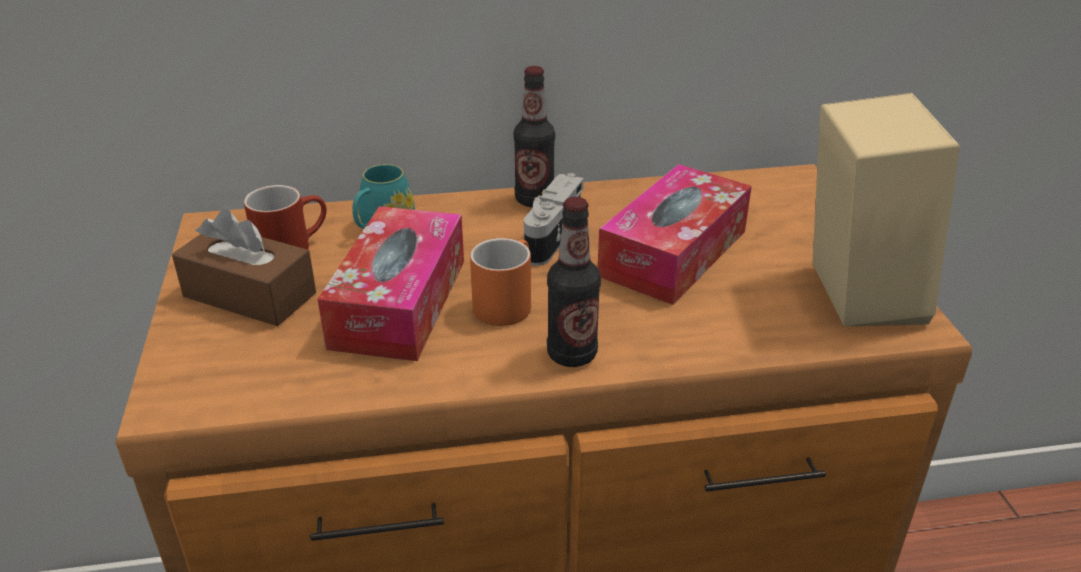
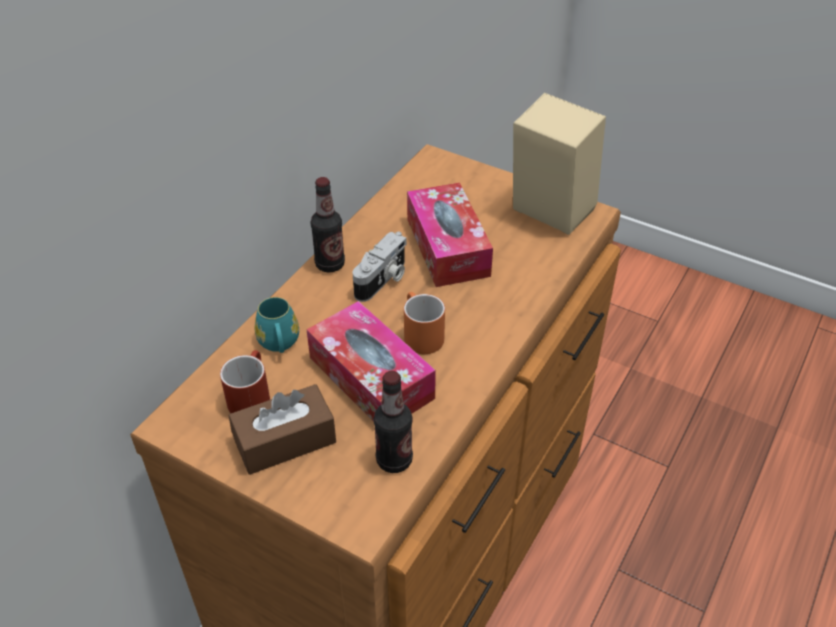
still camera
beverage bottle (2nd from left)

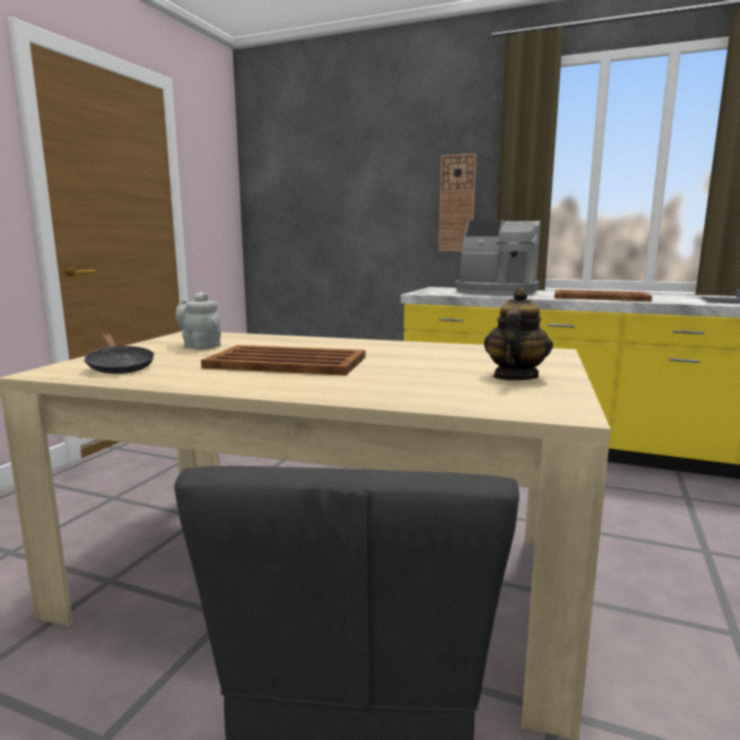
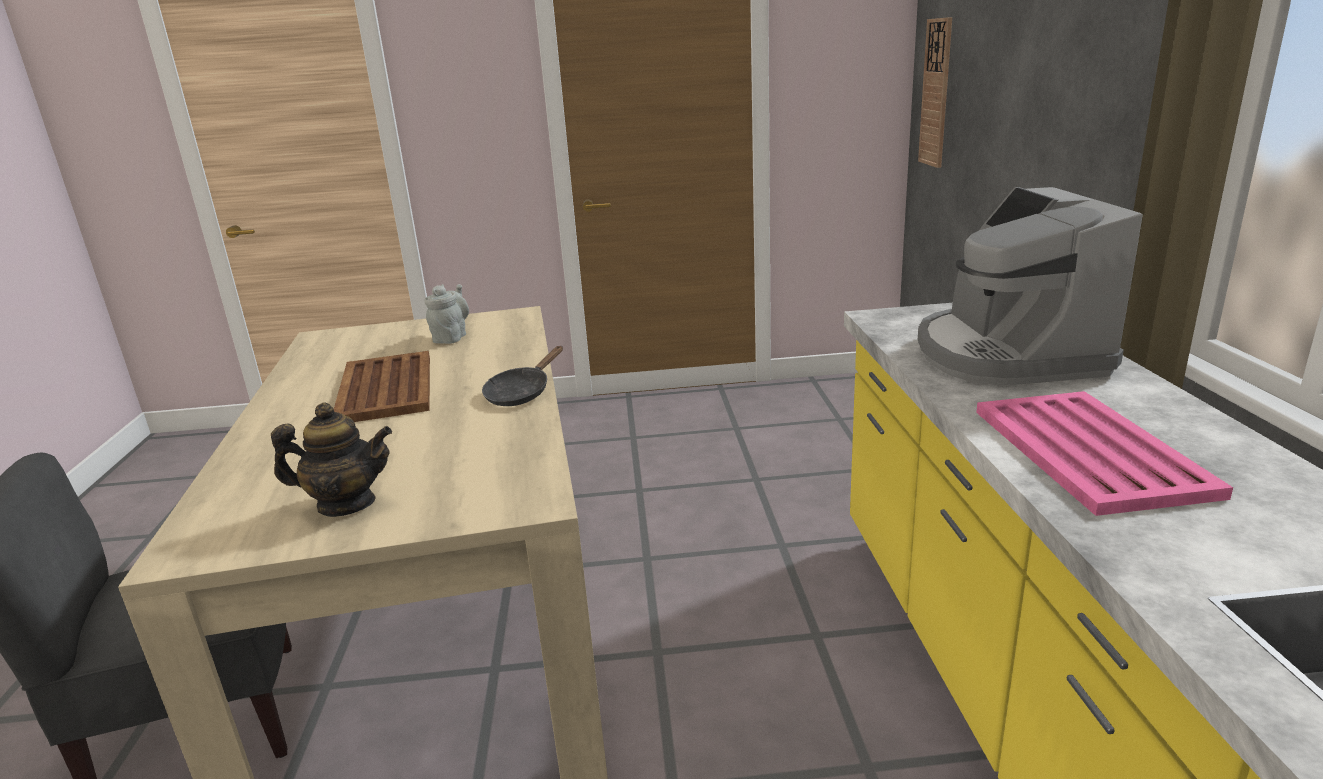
hanging clock
pink-coloured serving tray
black-coloured pan

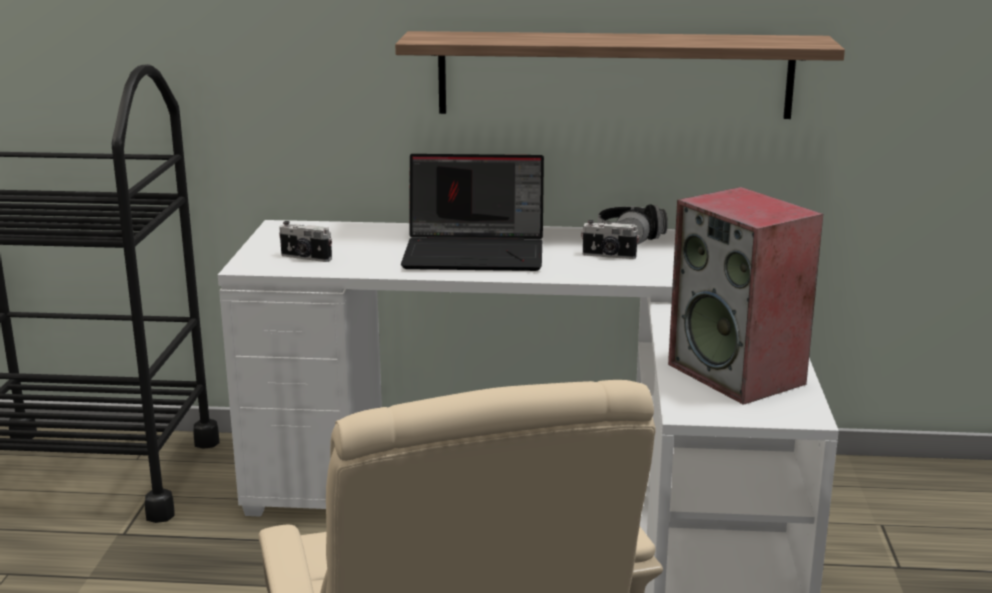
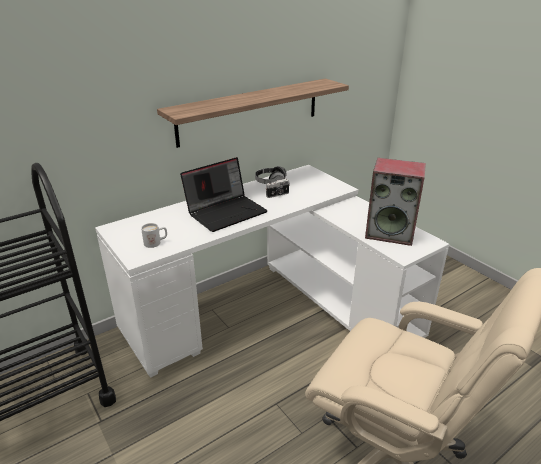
white-coloured coffee mug

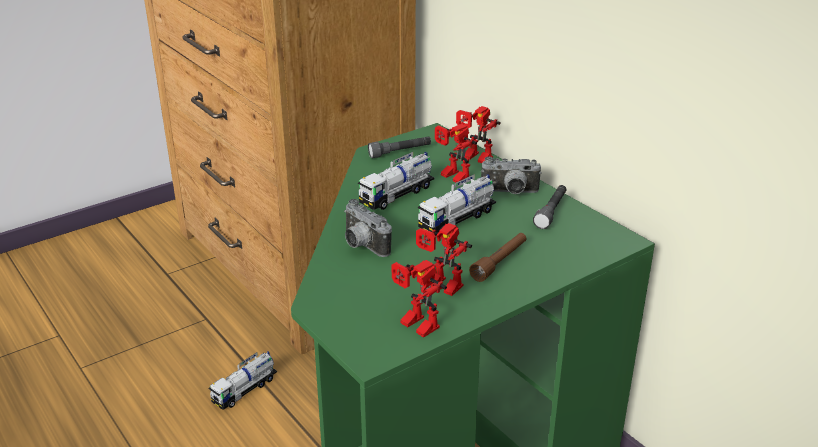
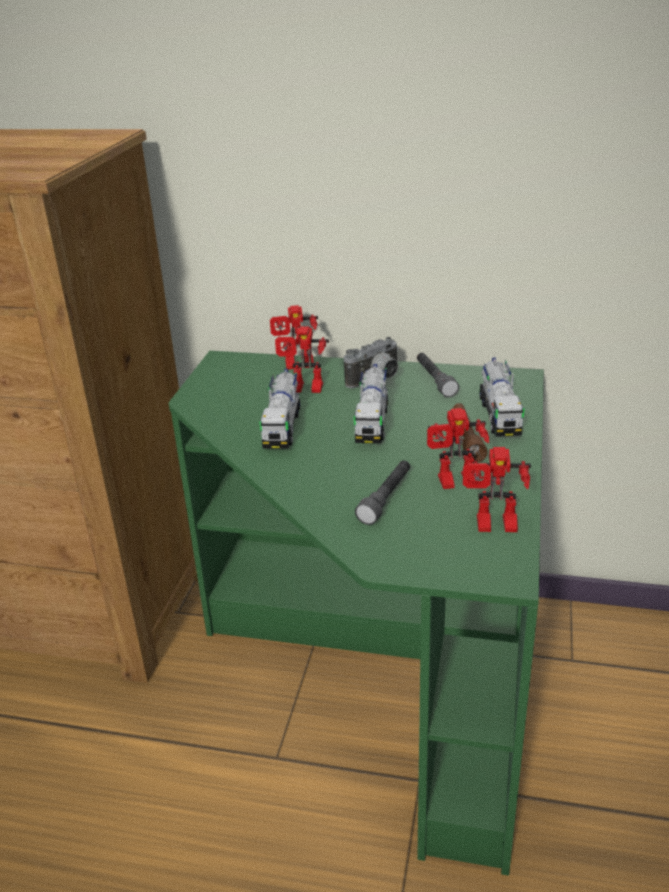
grey hand torch (1st from left)
still camera (1st from left in the first image)
toy truck (3rd from left)

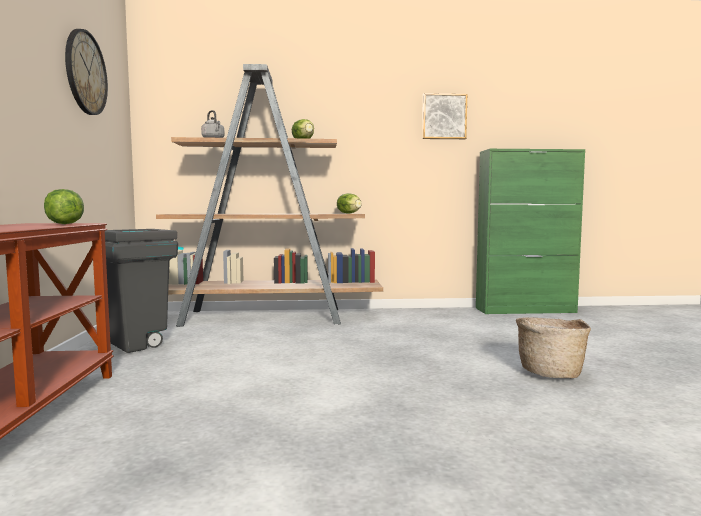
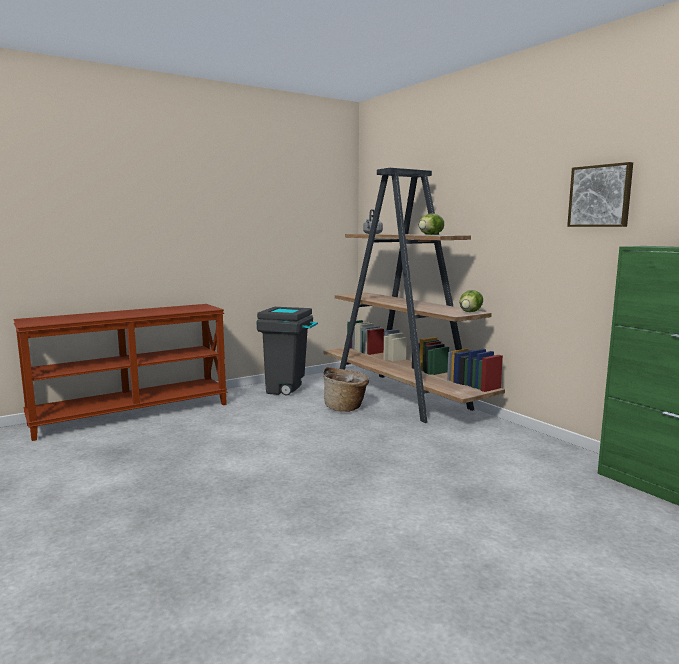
hanging clock
head of lettuce (1st from left in the first image)
household basket

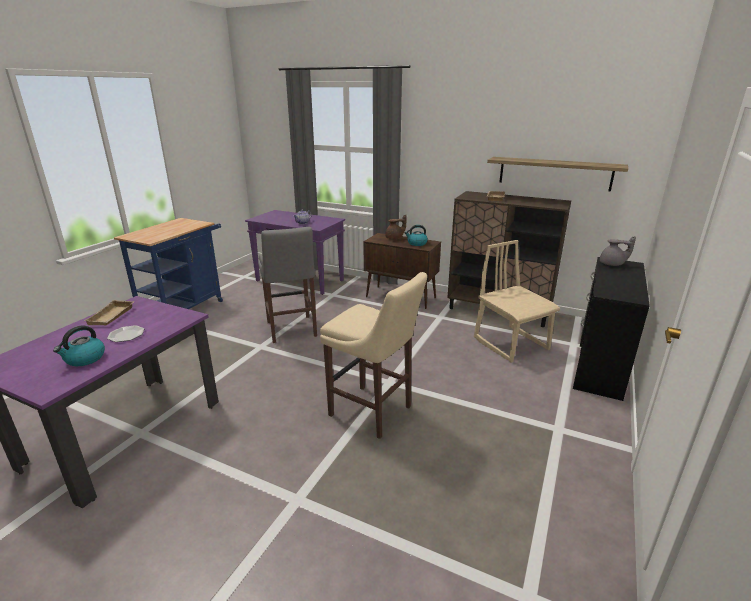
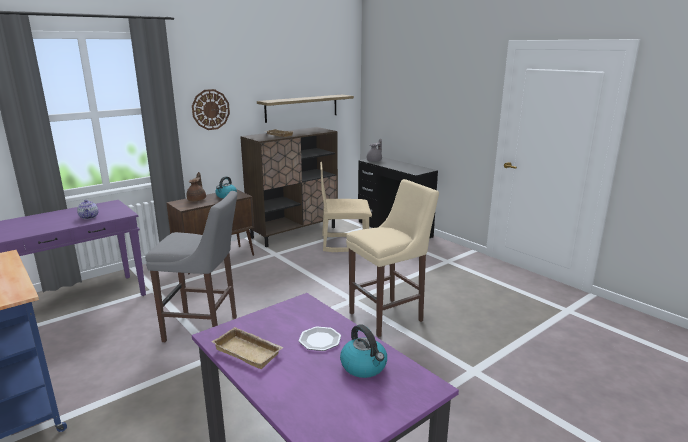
hanging clock

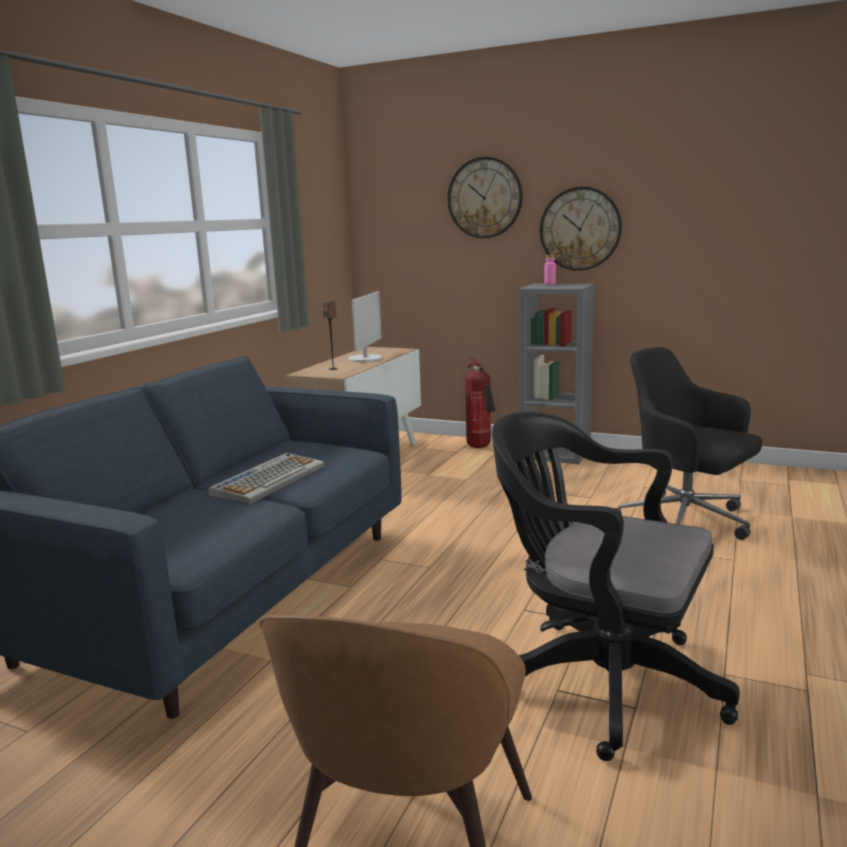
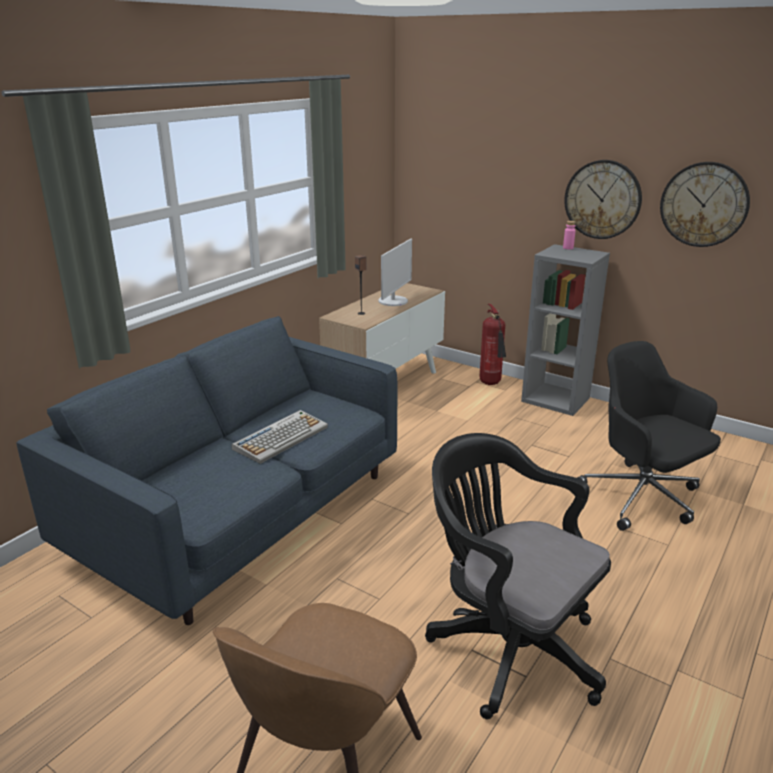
hanging clock (2nd from left)

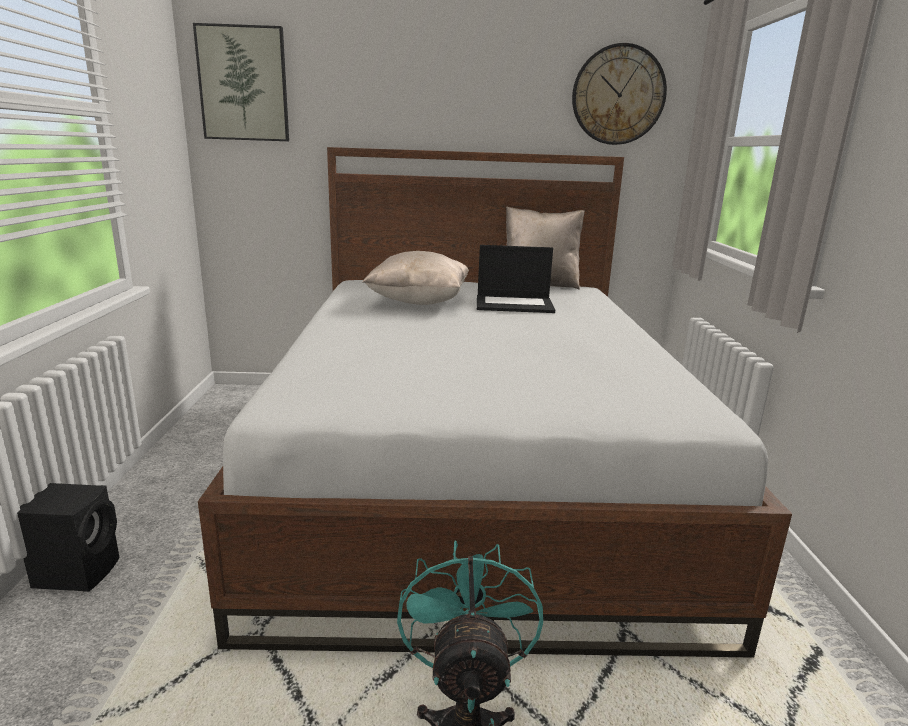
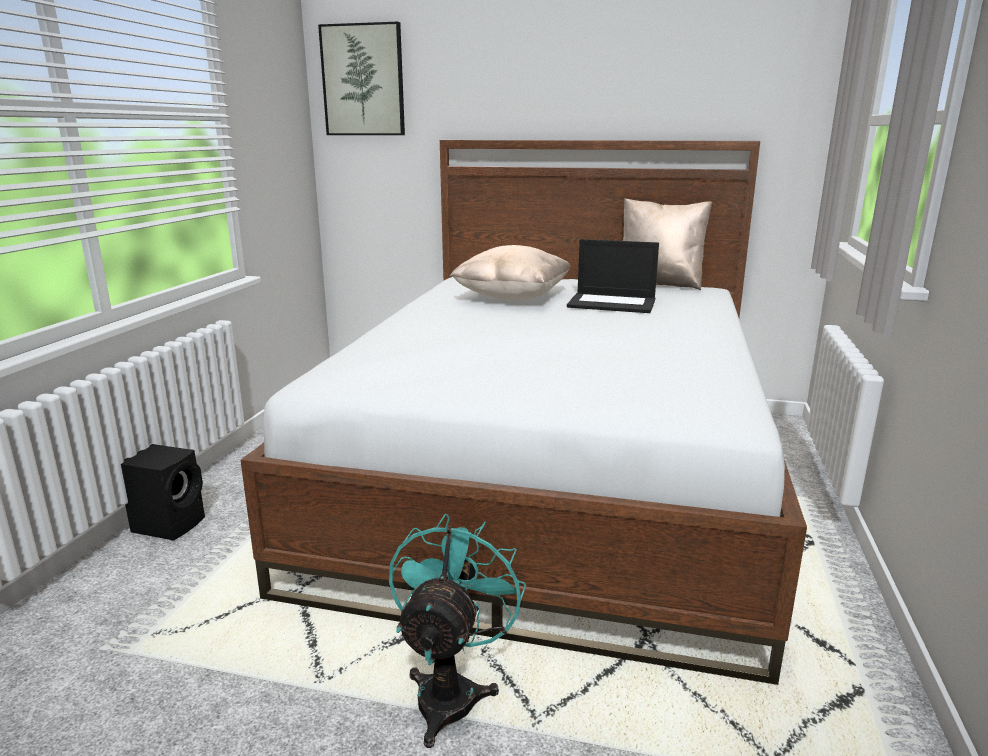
hanging clock

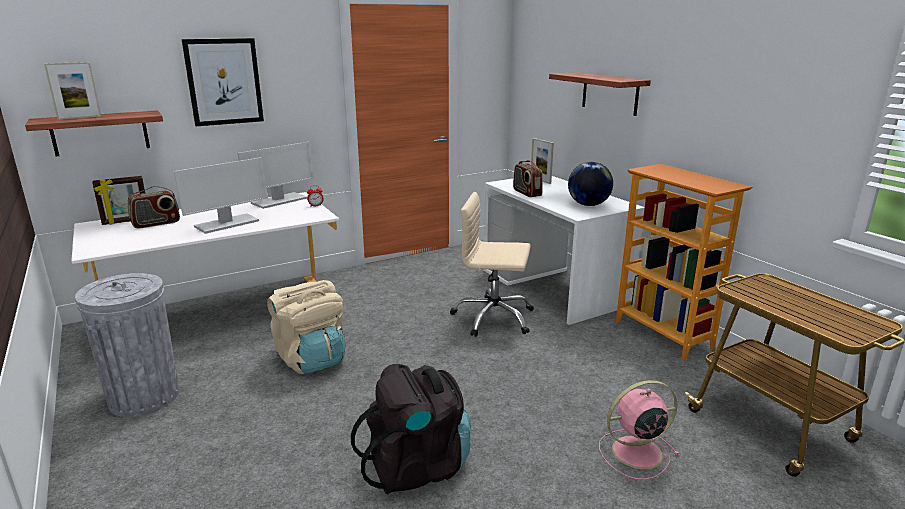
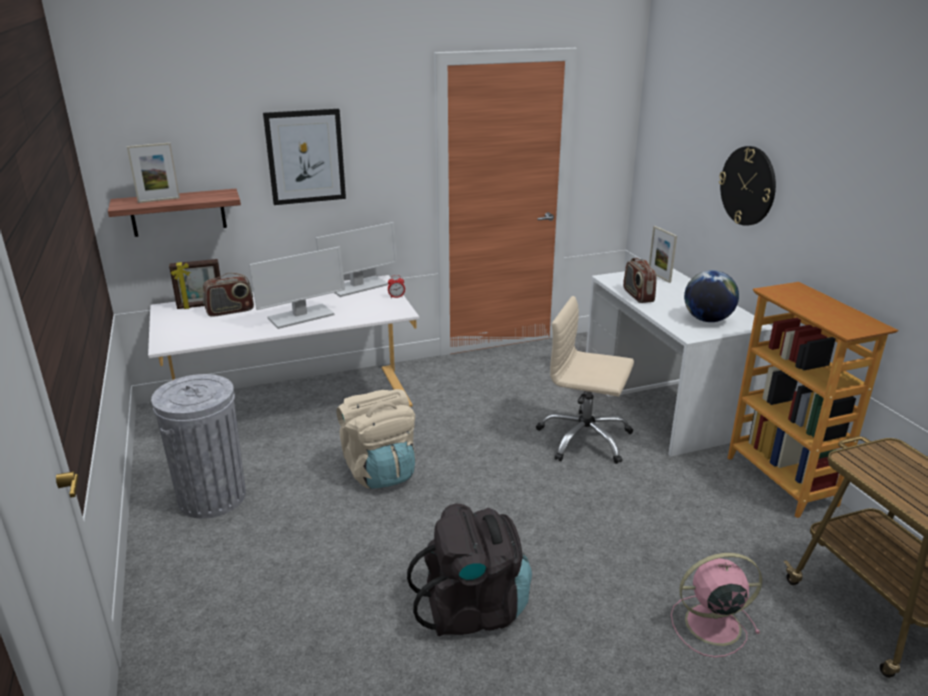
hanging clock

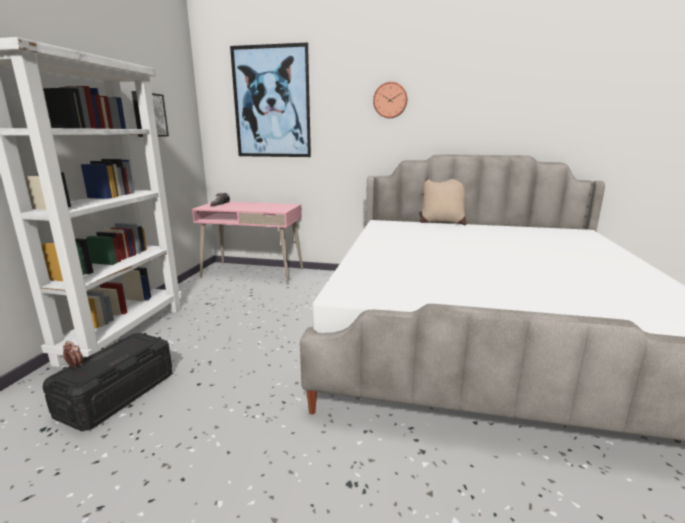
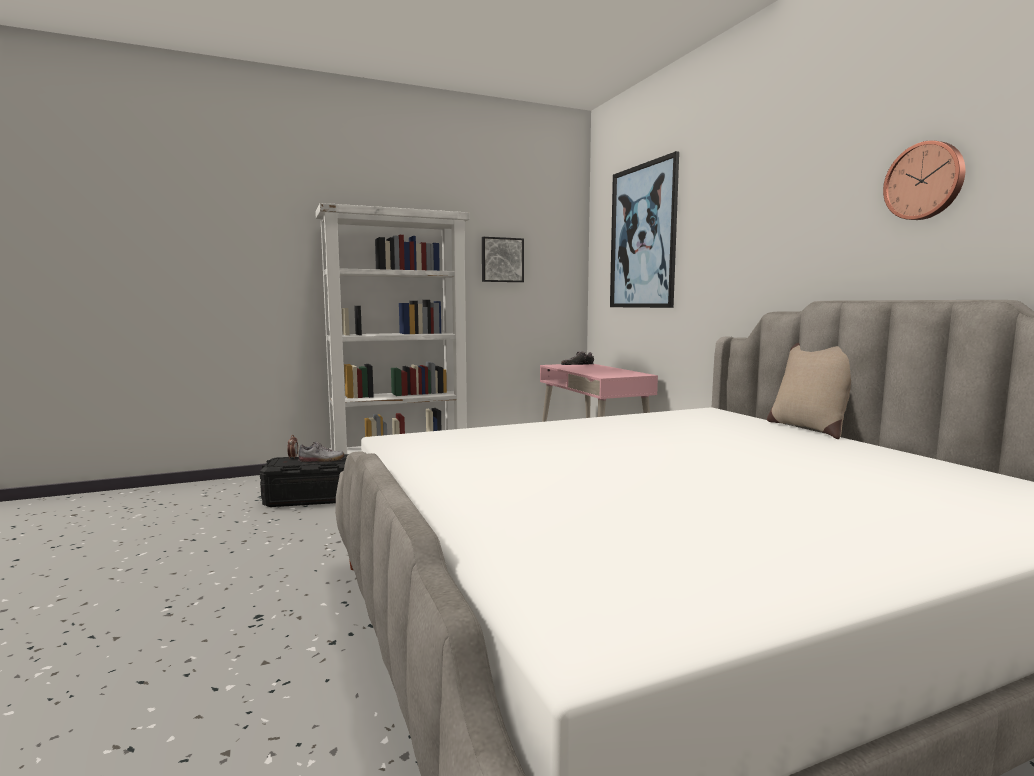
hanging clock
shoe (1st from left)

